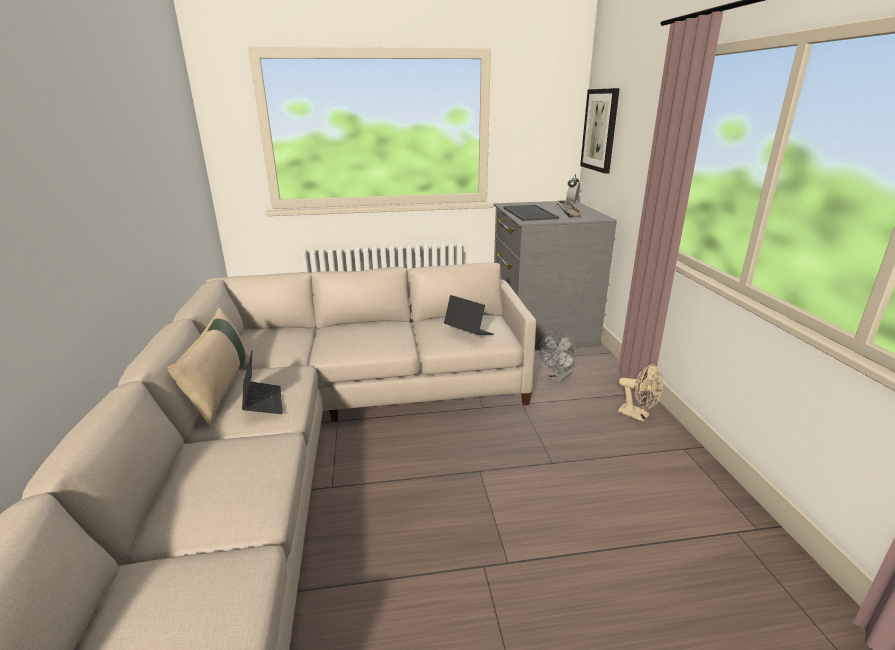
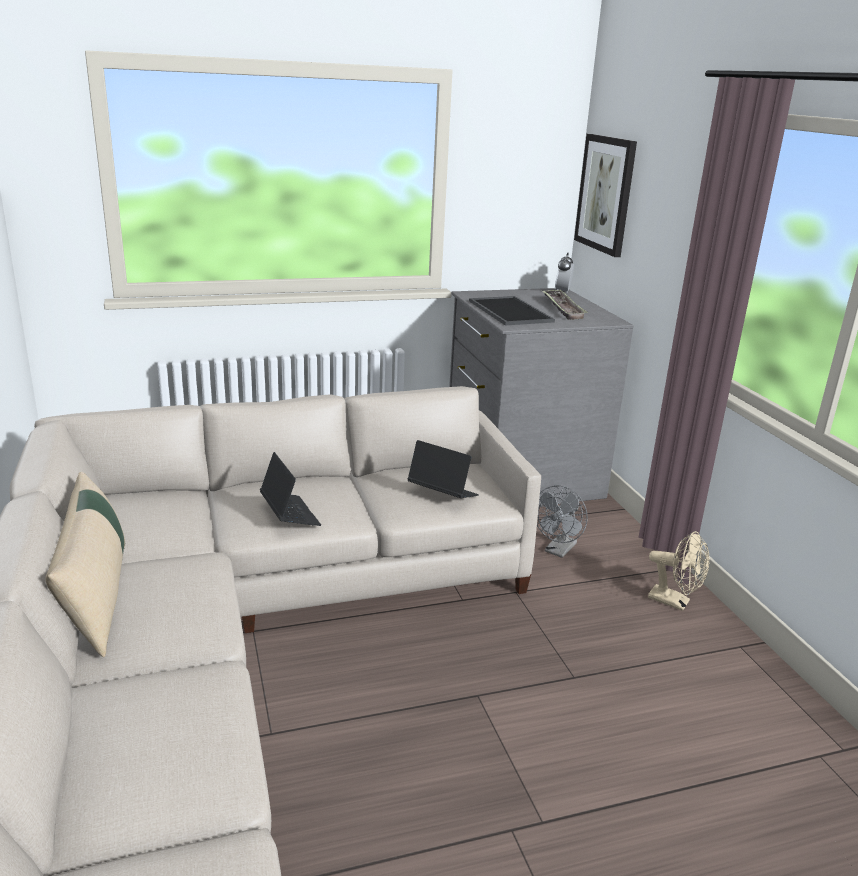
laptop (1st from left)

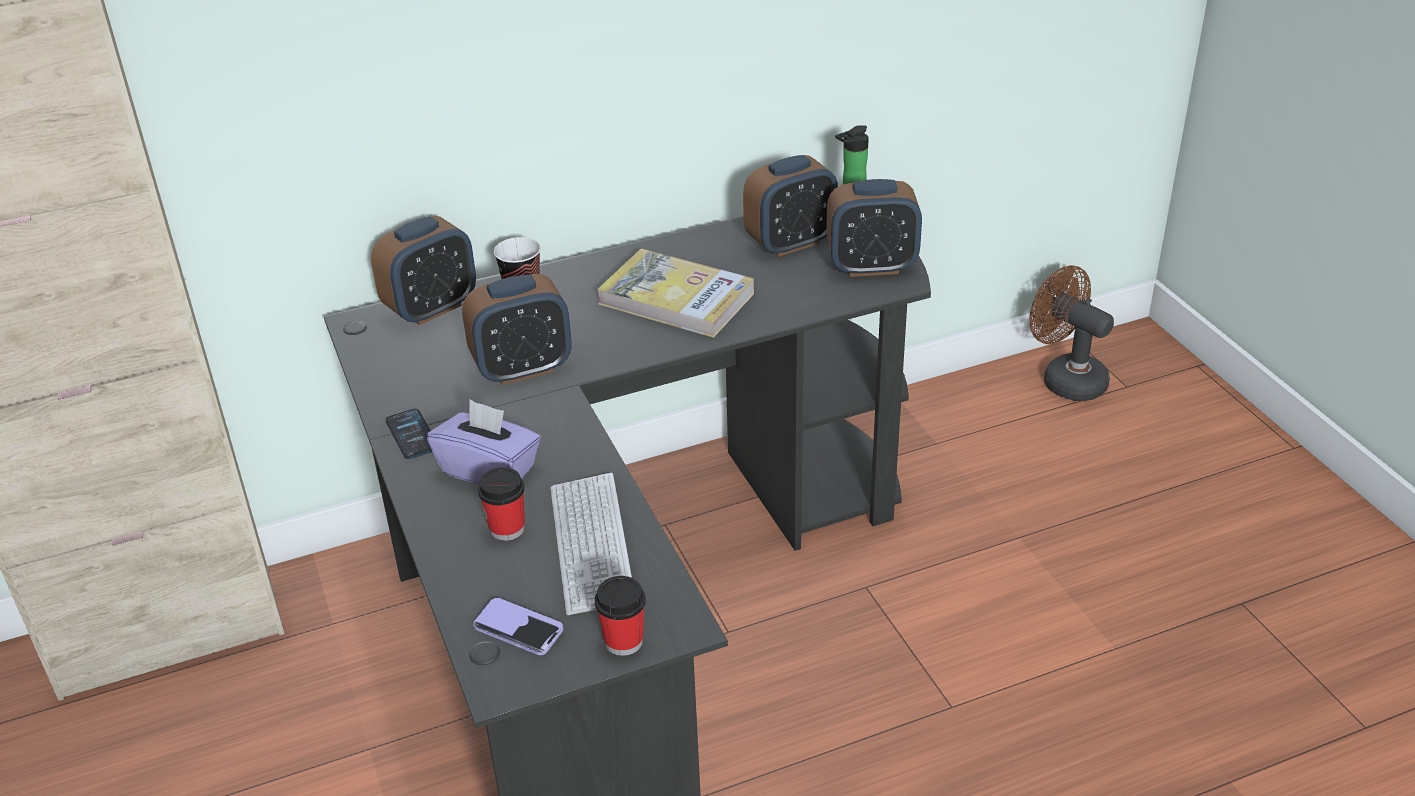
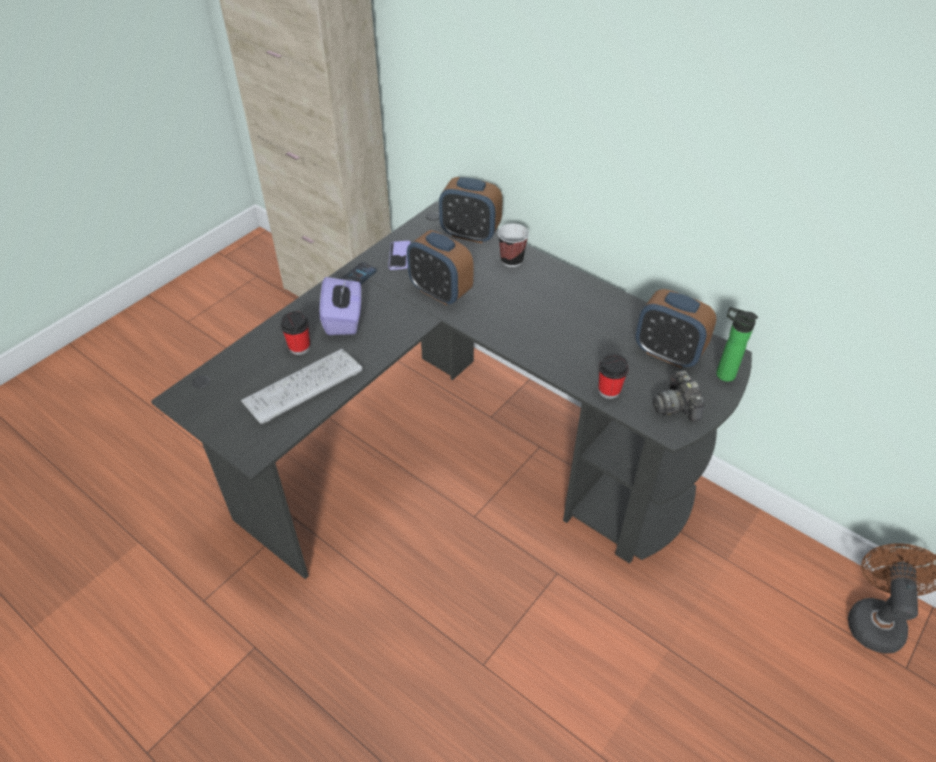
still camera
bound book
drinking cup (3rd from left)
telephone (2nd from left)

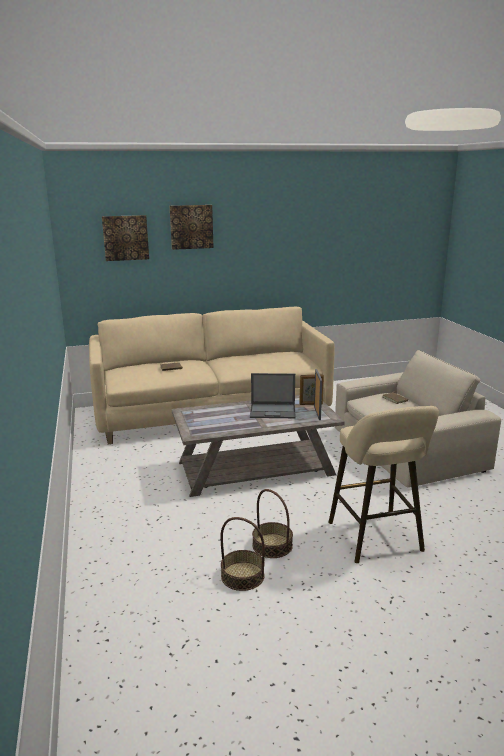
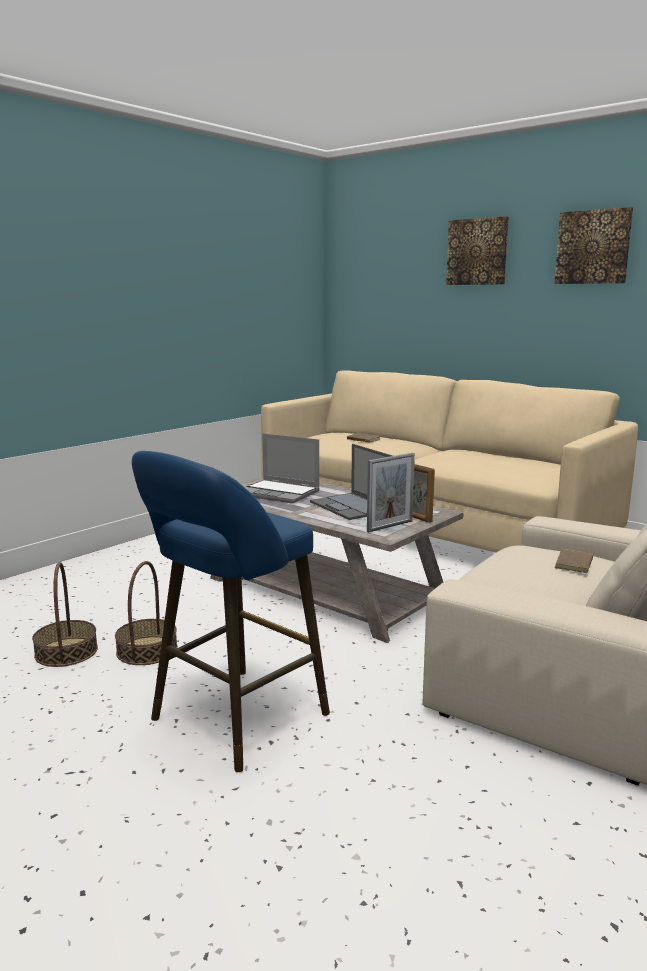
wall art (2nd from left)
blue-coloured stool
laptop (1st from left)

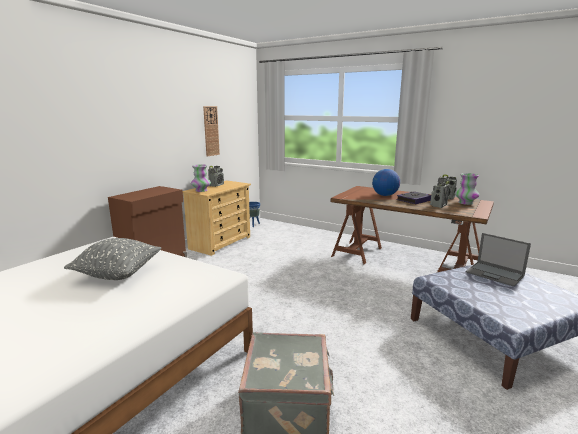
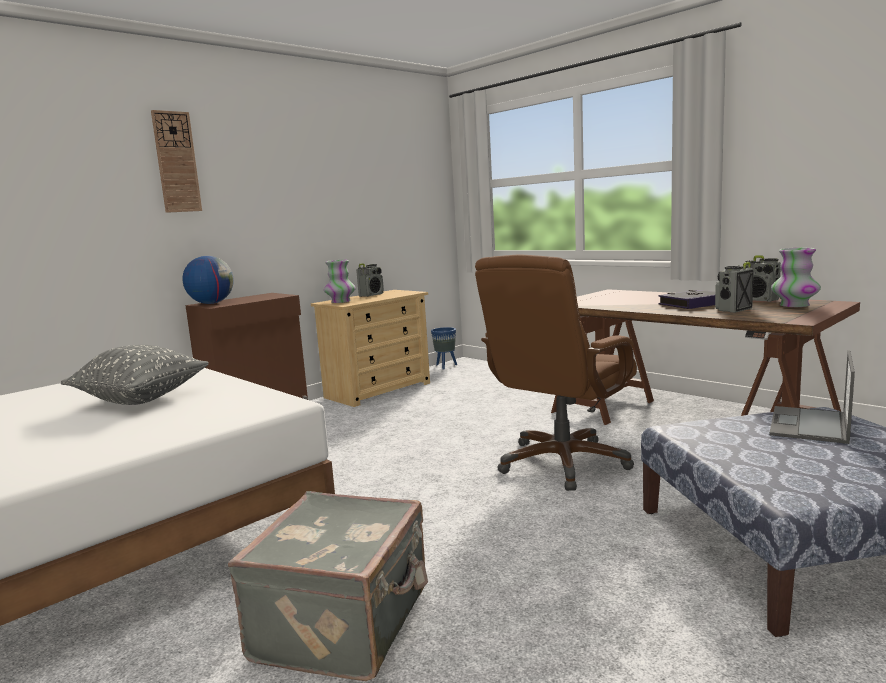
hanging clock
world globe
laptop
brownish desk chair

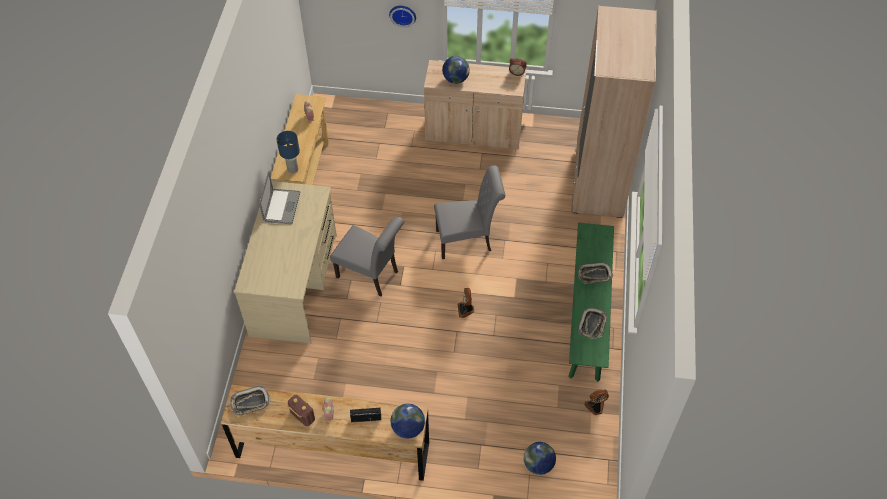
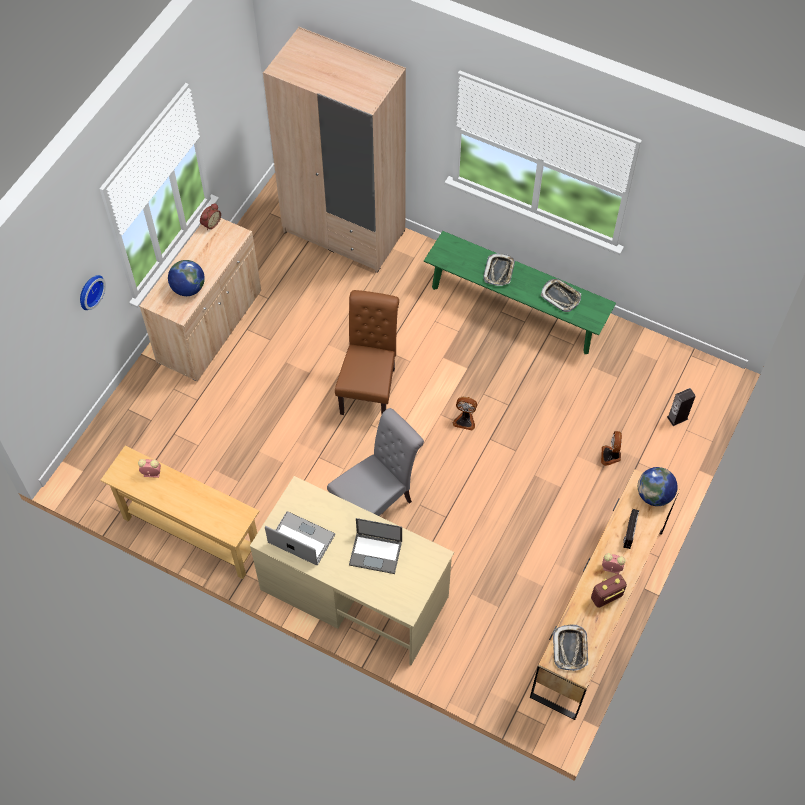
blue-coloured lamp for a table
brownish plain chair
electric fan (2nd from left)
speaker
laptop (2nd from left)

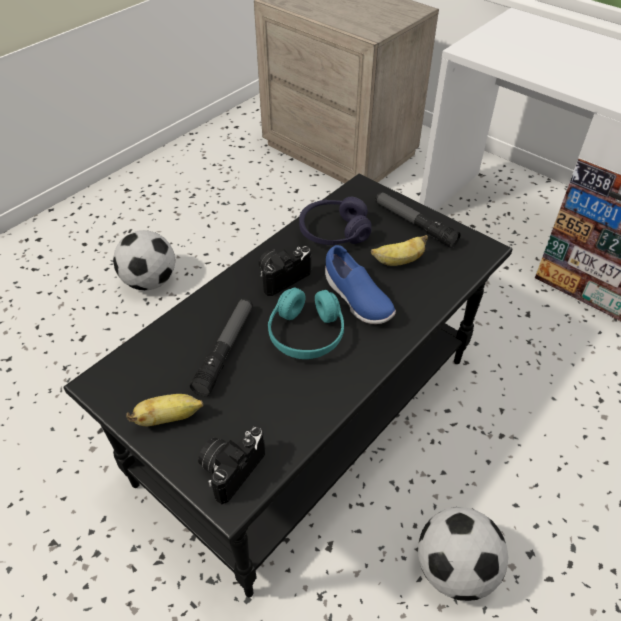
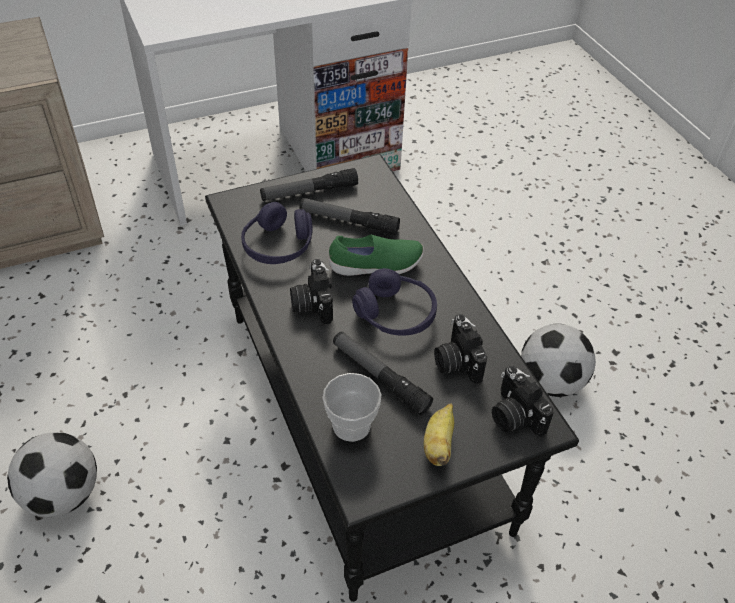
hand torch (2nd from left)
greenish shoe
purple-coloured pair of headphones (2nd from left)
still camera (2nd from left)
drinking cup

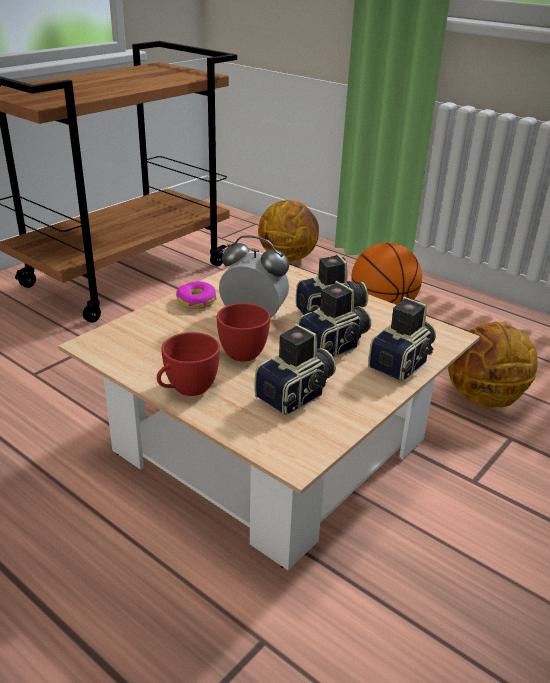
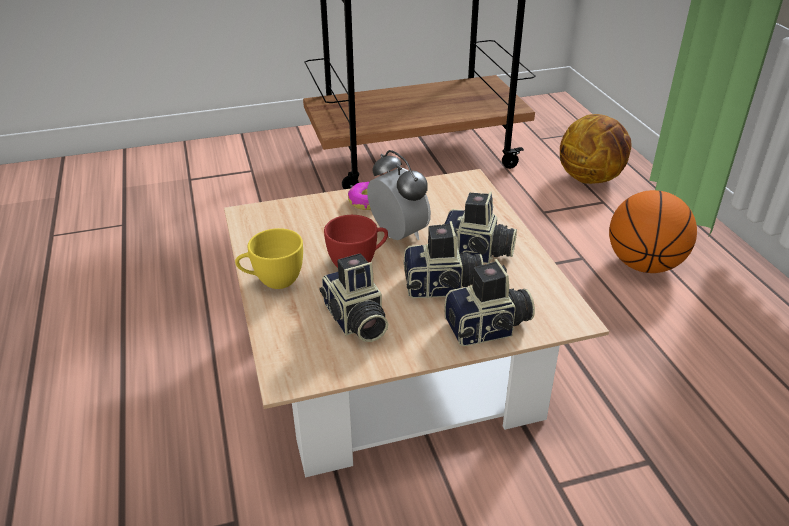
basketball (3rd from left in the first image)
still camera (1st from left)
yellow drinking cup

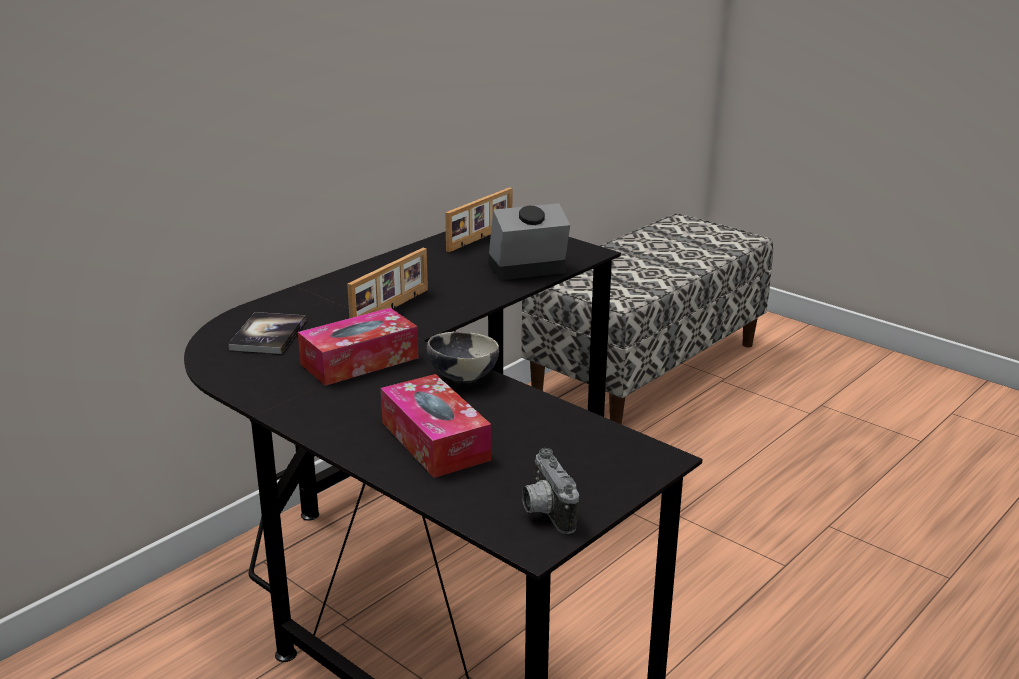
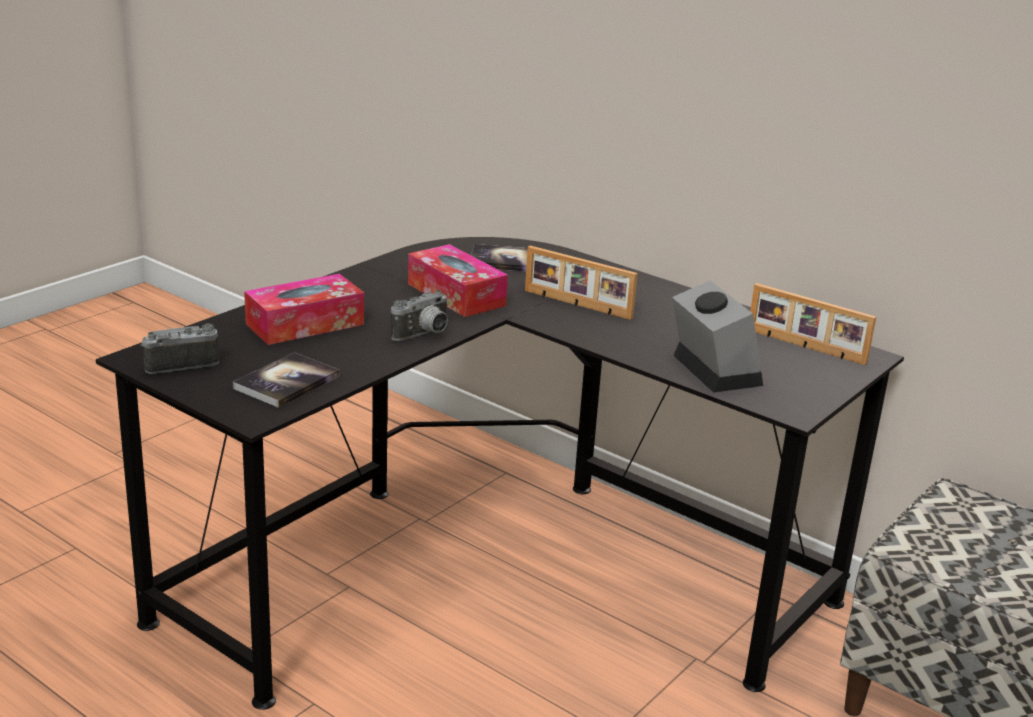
still camera (2nd from left)
bound book (1st from left)

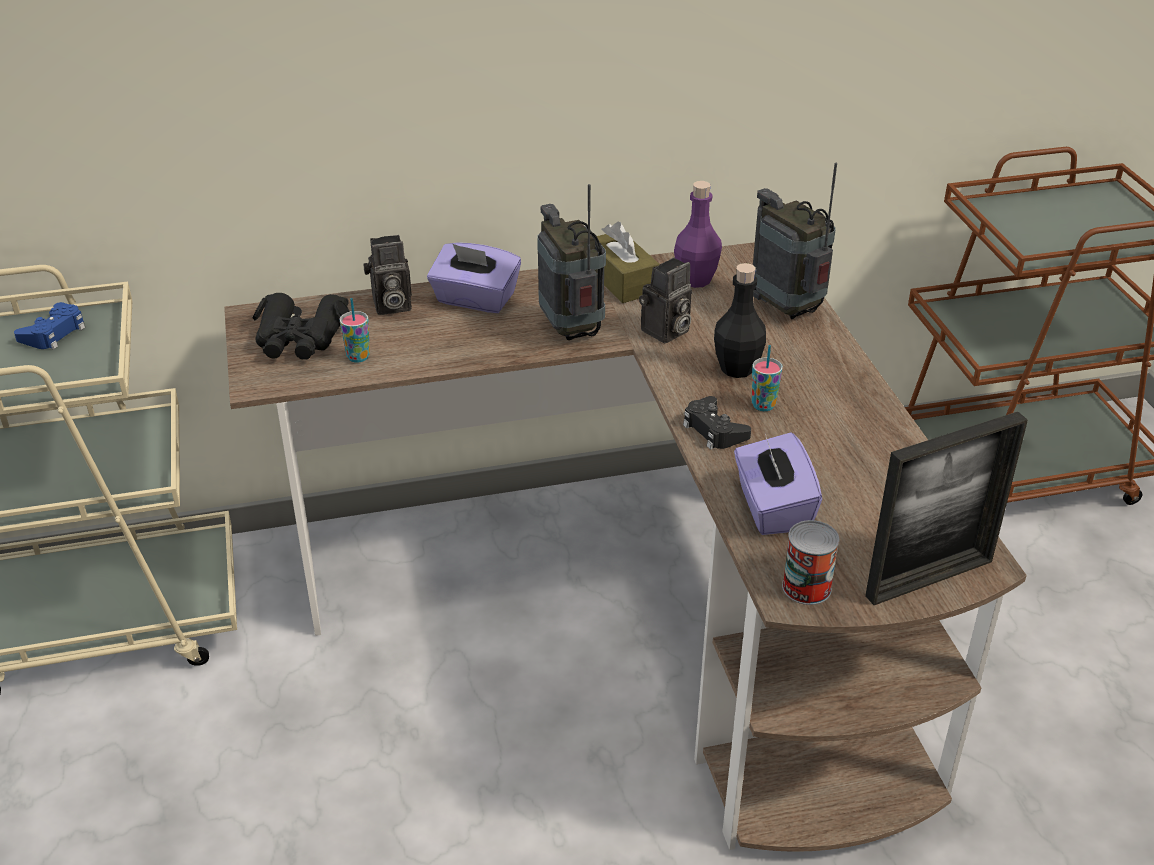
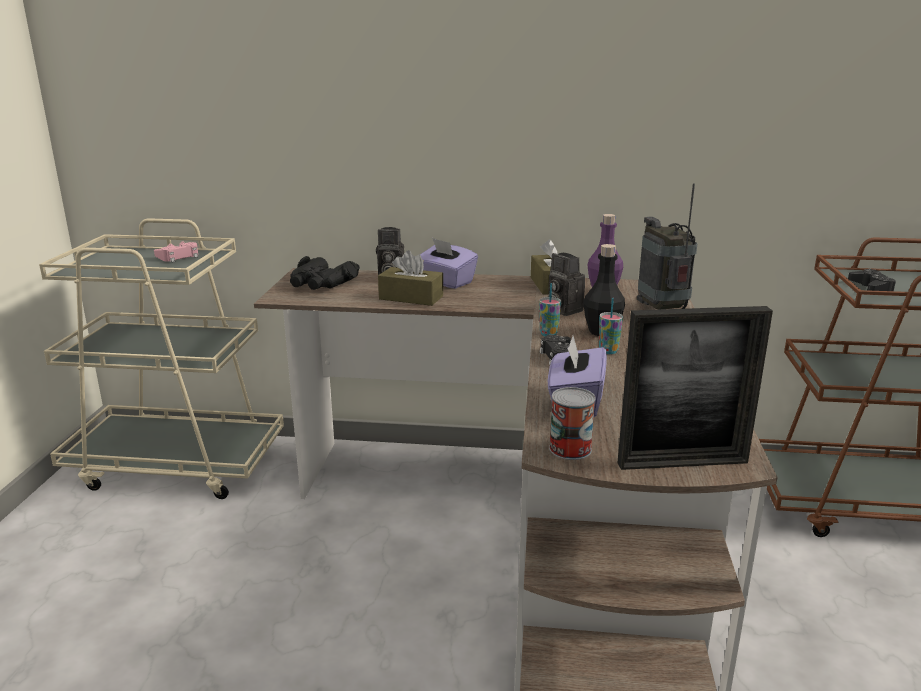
radio (1st from left in the first image)
still camera (2nd from left)
drinking cup (1st from left)
pink-coloured game controller
brownish tissue box (1st from left)
black-coloured game controller (2nd from left)

